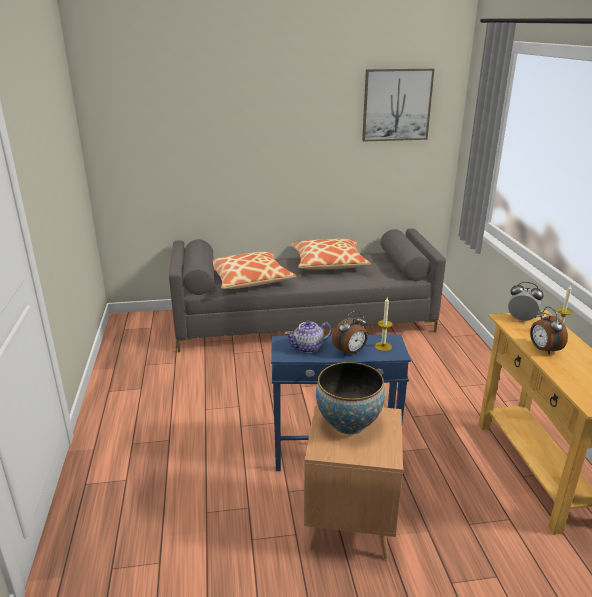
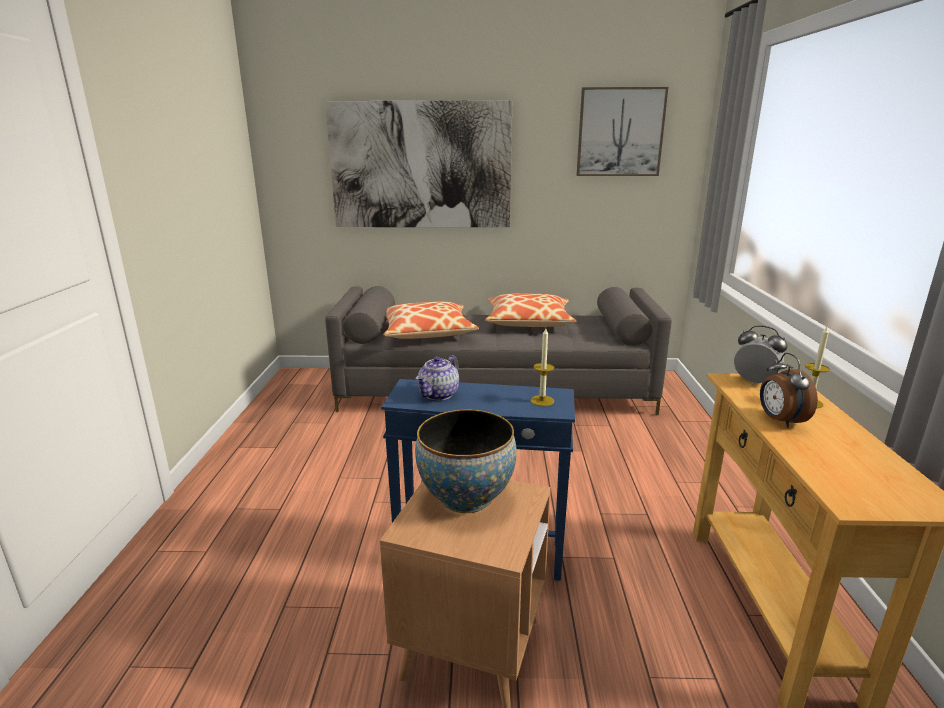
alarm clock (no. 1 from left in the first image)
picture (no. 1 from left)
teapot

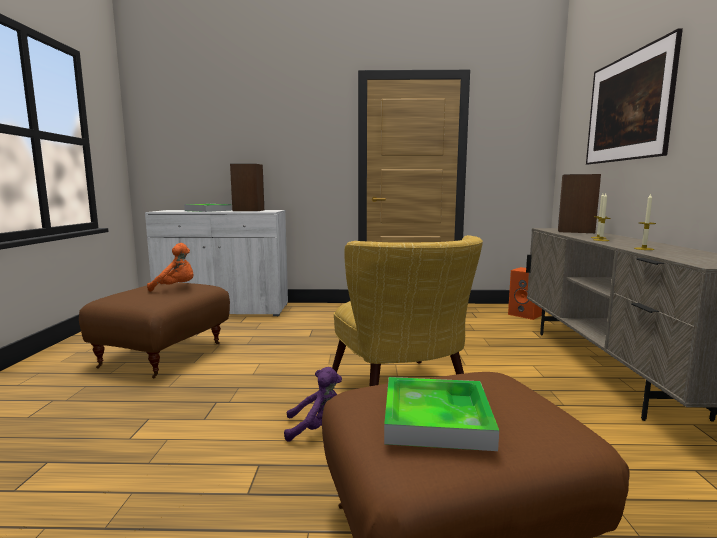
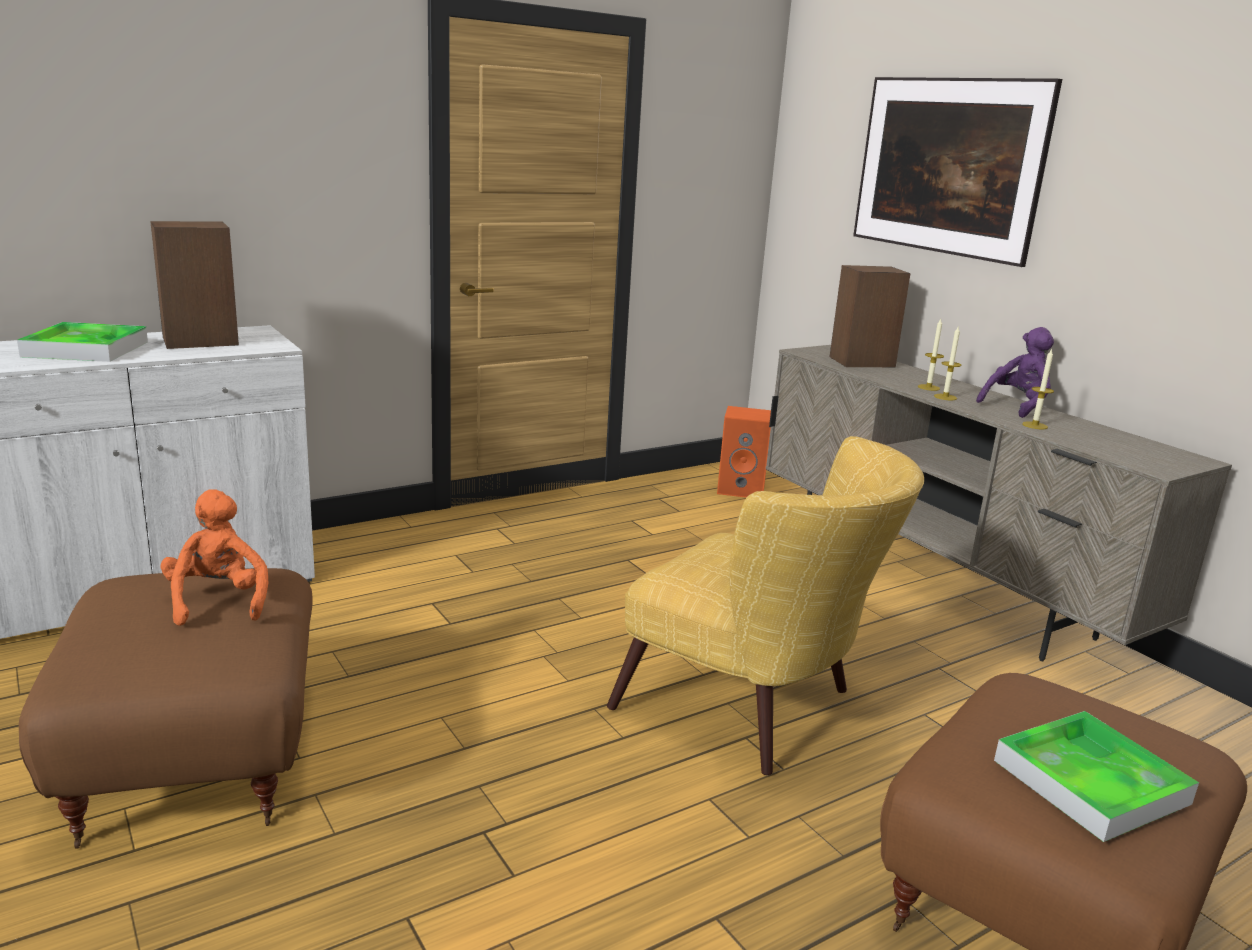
purple plush toy
orange plush toy

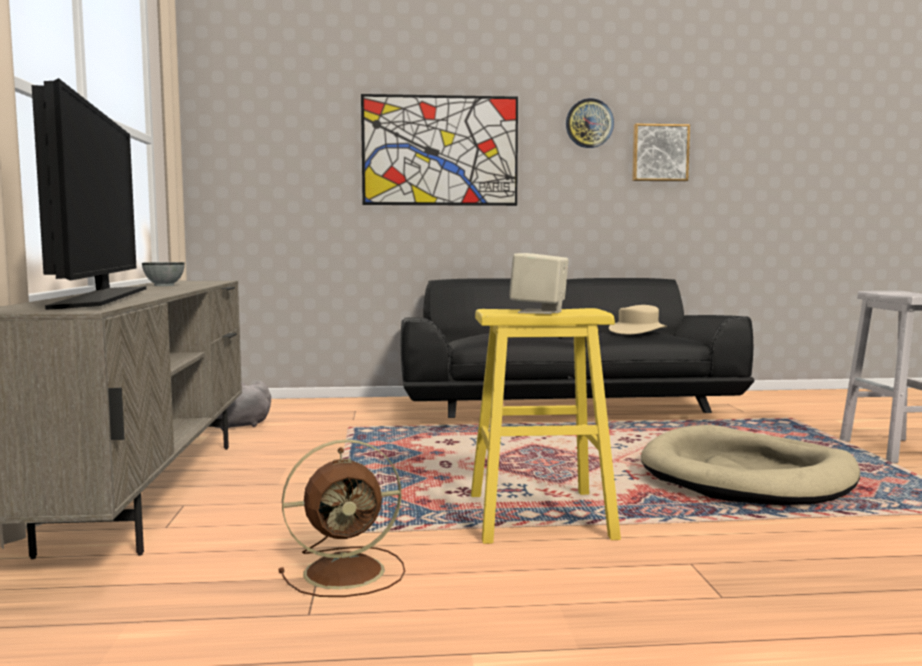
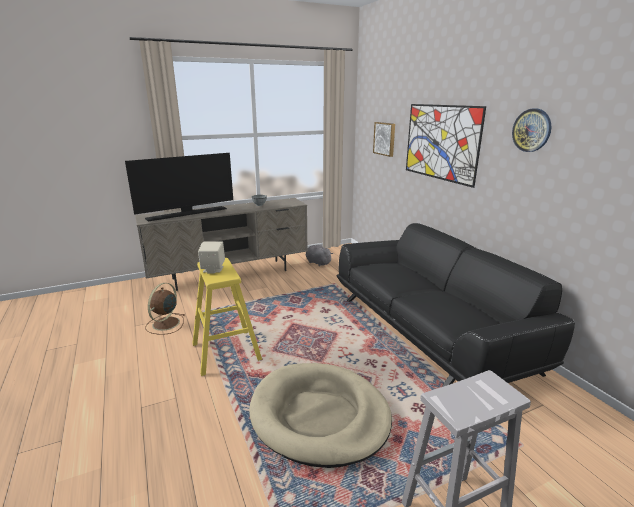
beige hat
picture (no. 1 from left)
brown fan

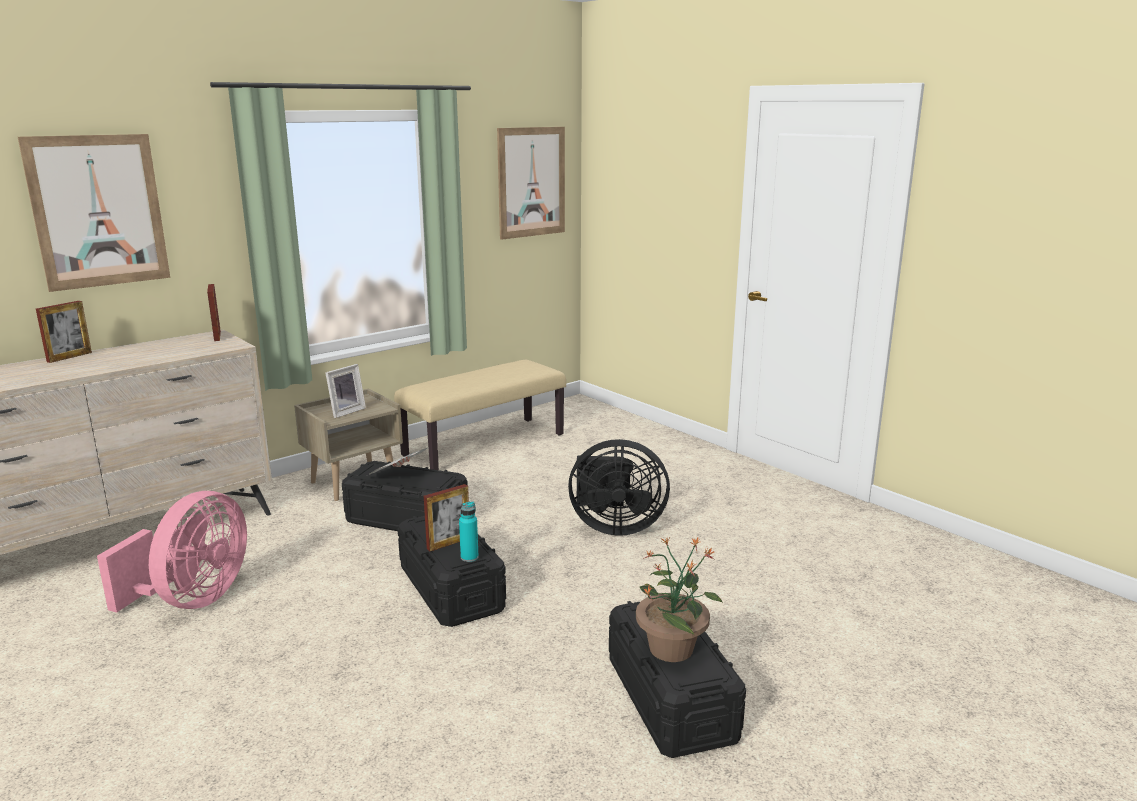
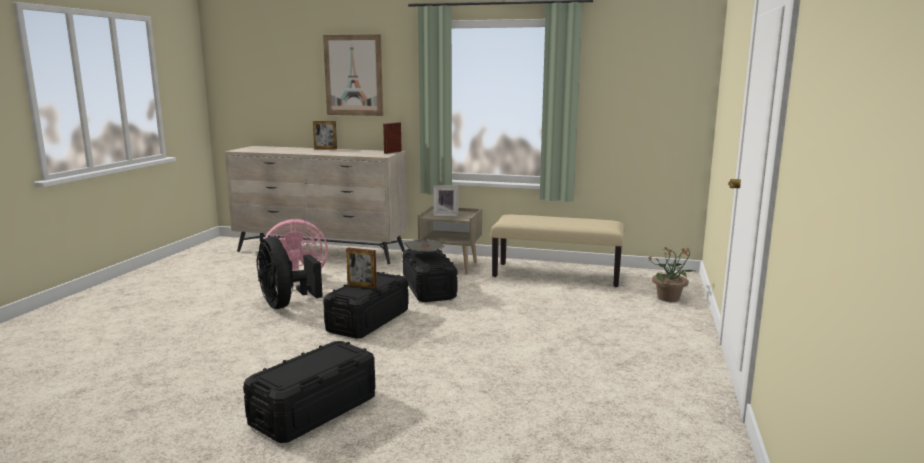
turquoise bottle
picture (no. 2 from left in the first image)
black fan
potted plant

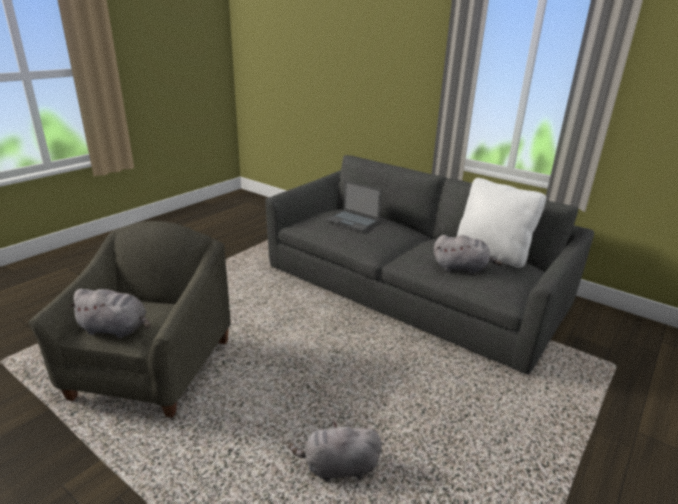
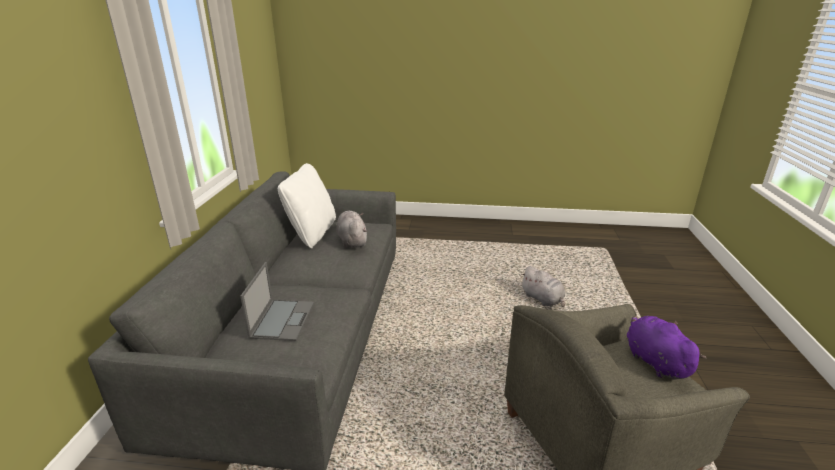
purple plush toy

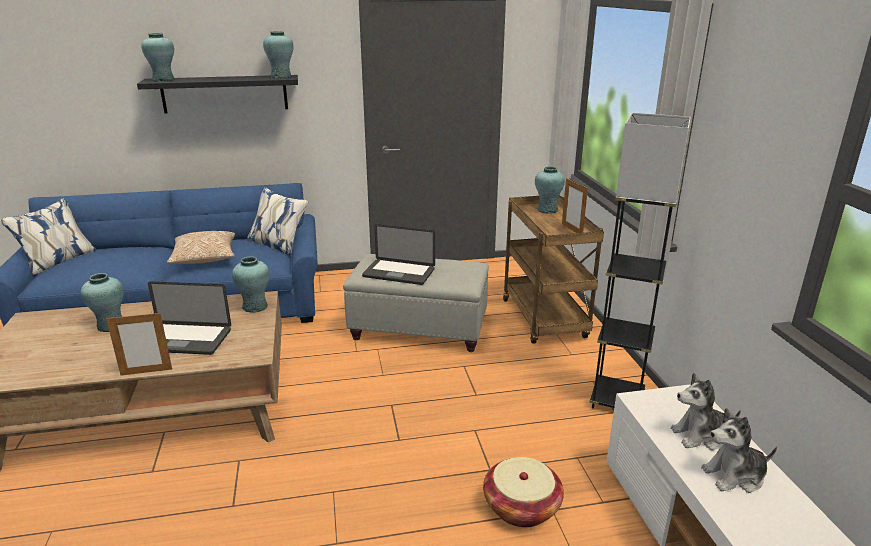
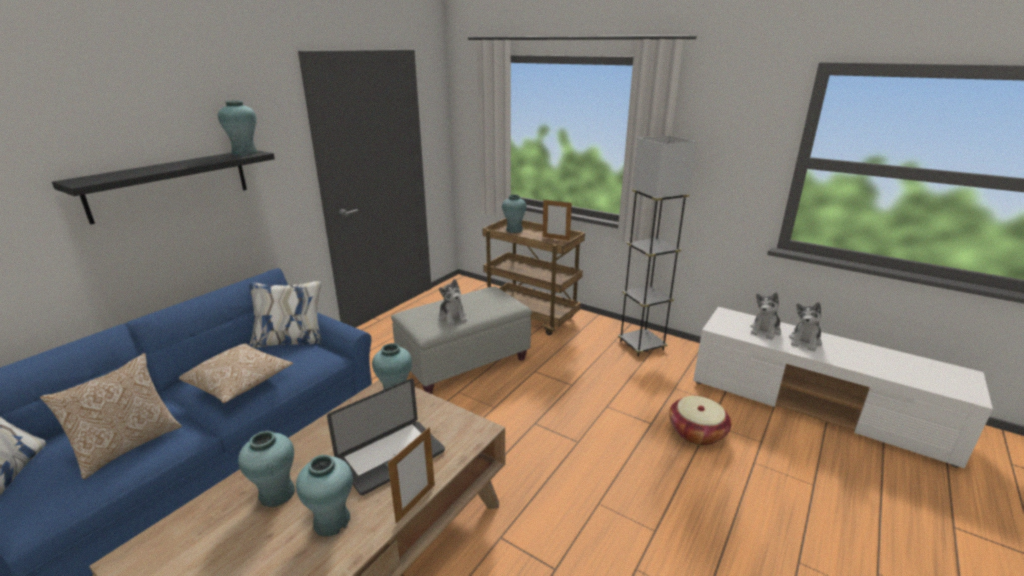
pillow (no. 1 from left)
turquoise vase (no. 3 from left)
plush toy (no. 1 from left)

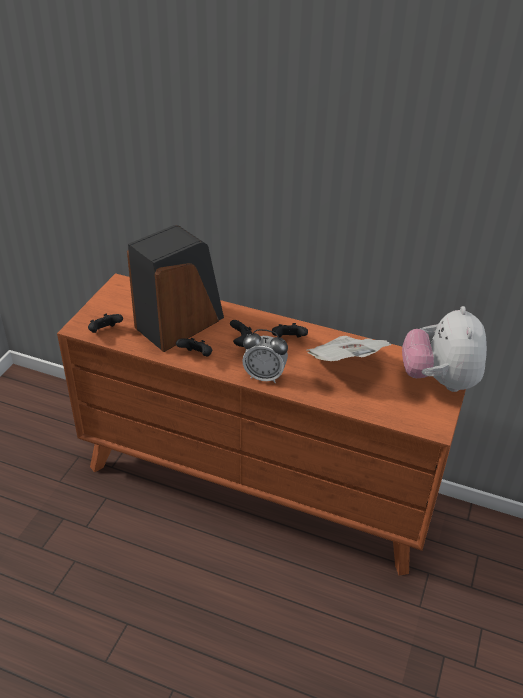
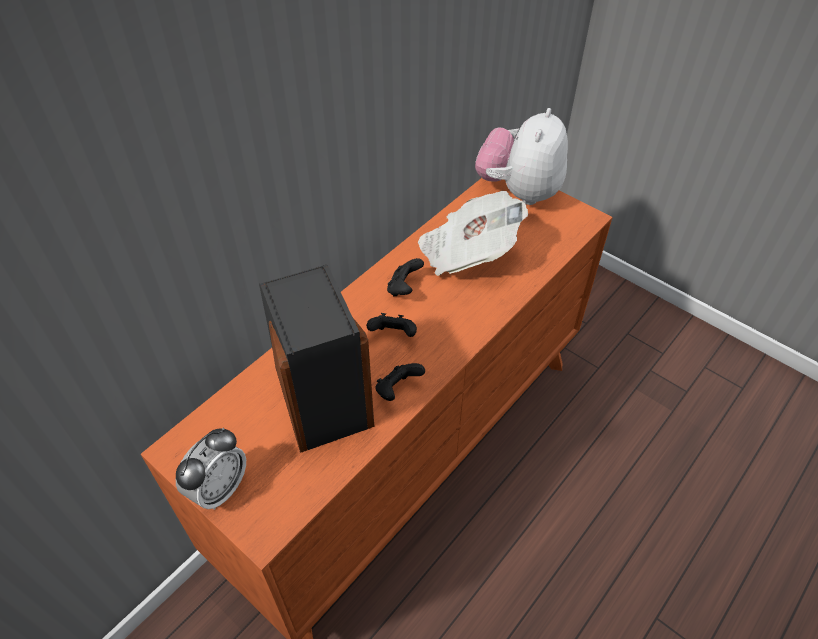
black game controller (no. 1 from left in the first image)
alarm clock
plush toy

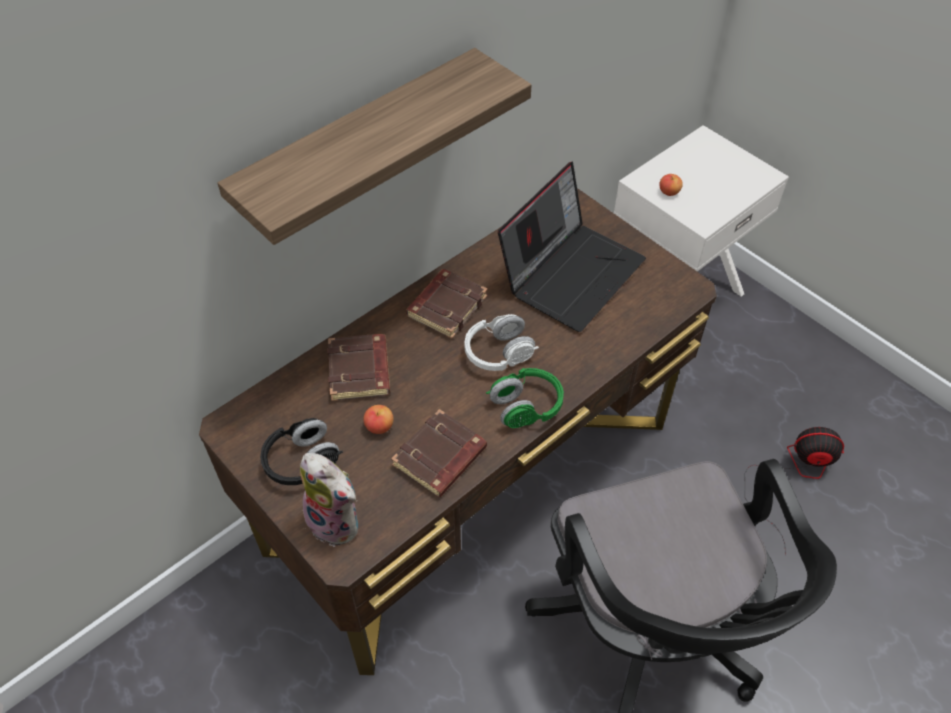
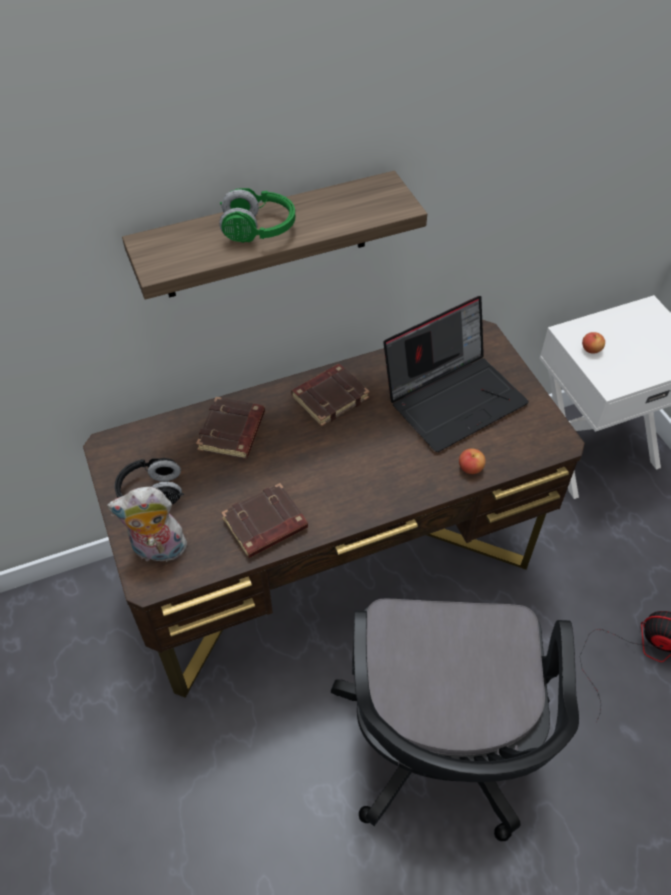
white headphones
apple (no. 1 from left)
green headphones
plush toy

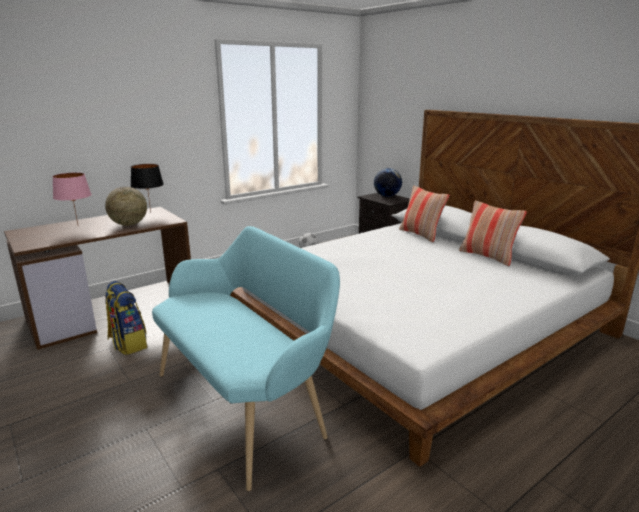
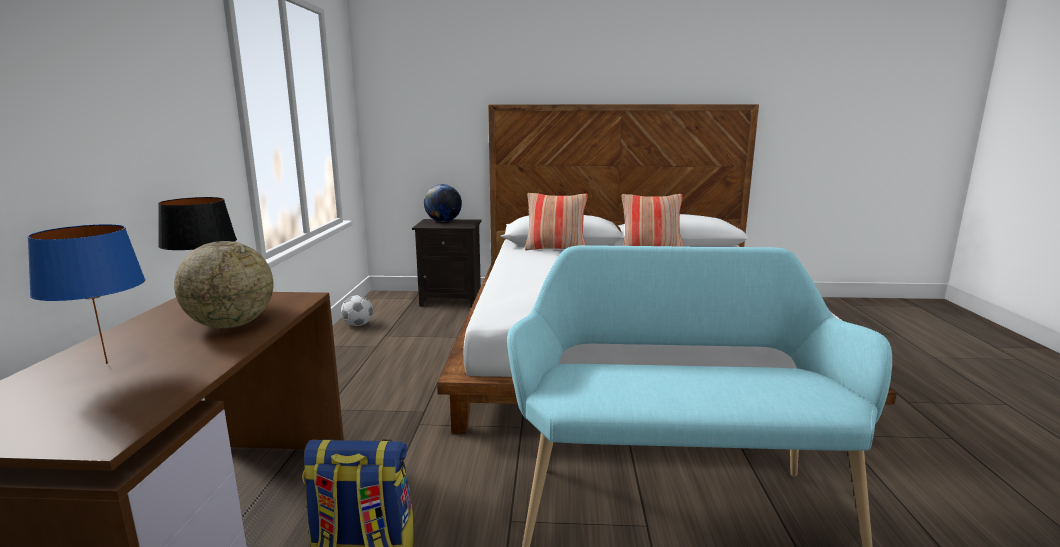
blue table lamp

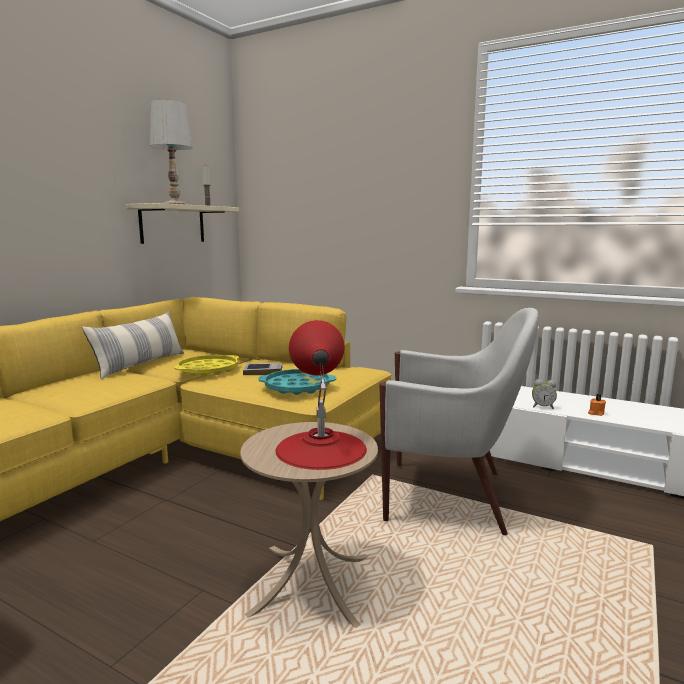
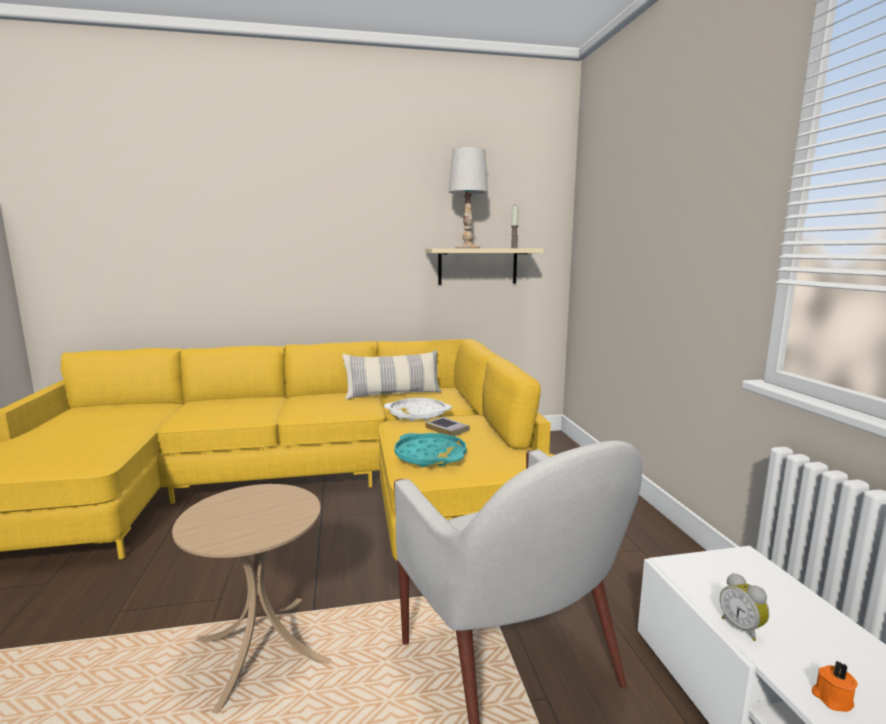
red table lamp
white tray

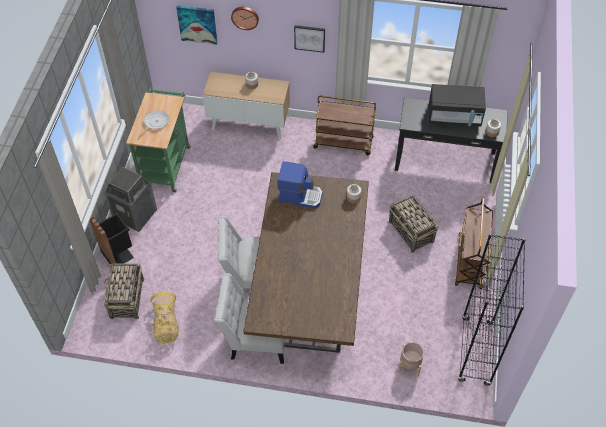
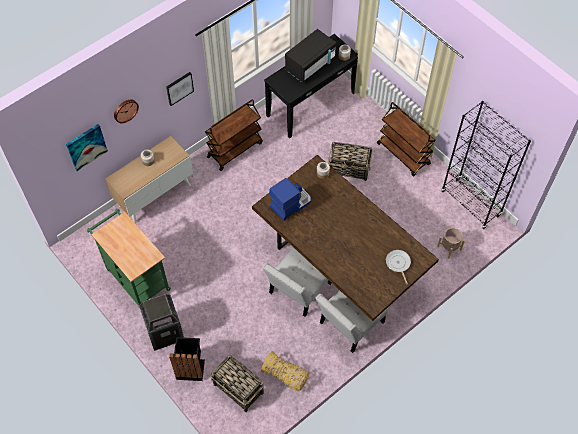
frying pan

